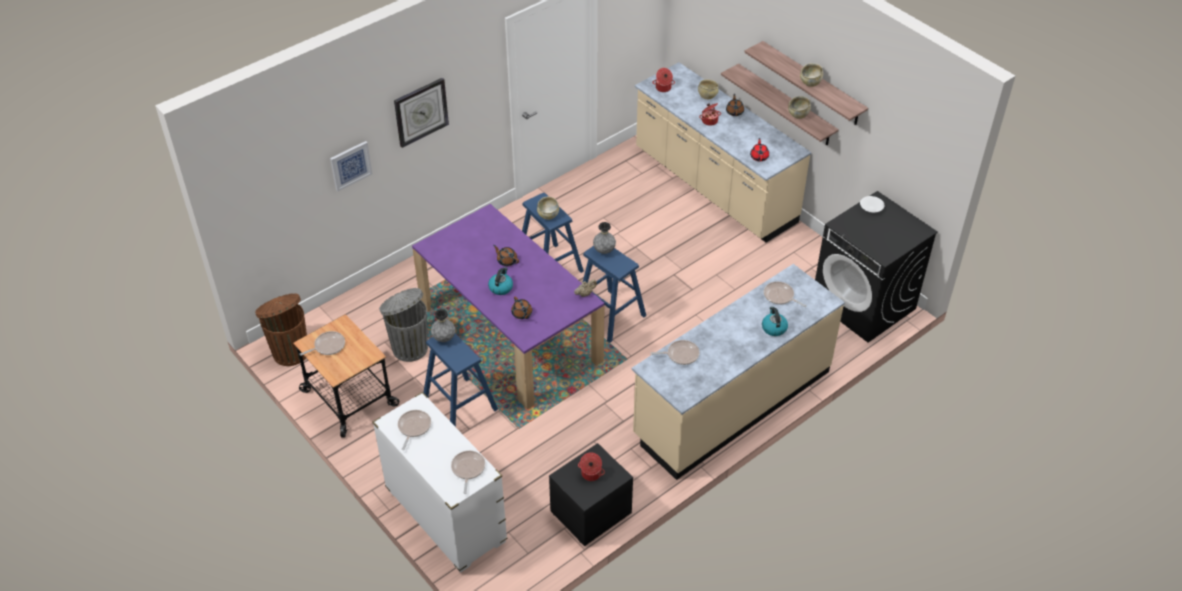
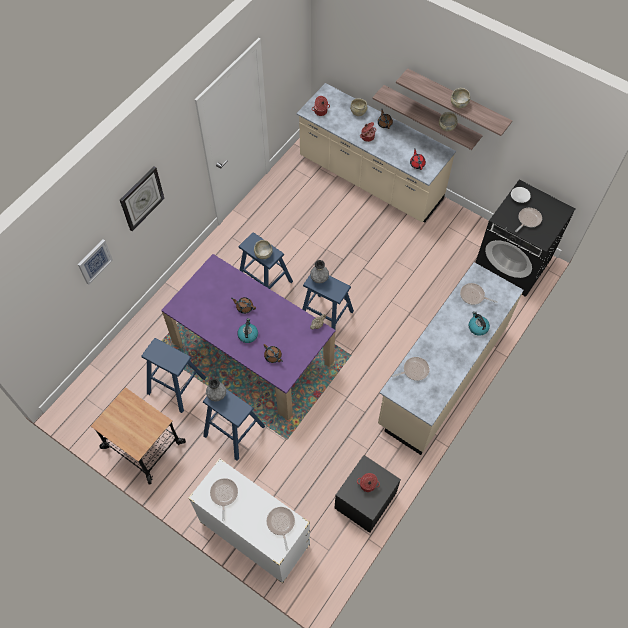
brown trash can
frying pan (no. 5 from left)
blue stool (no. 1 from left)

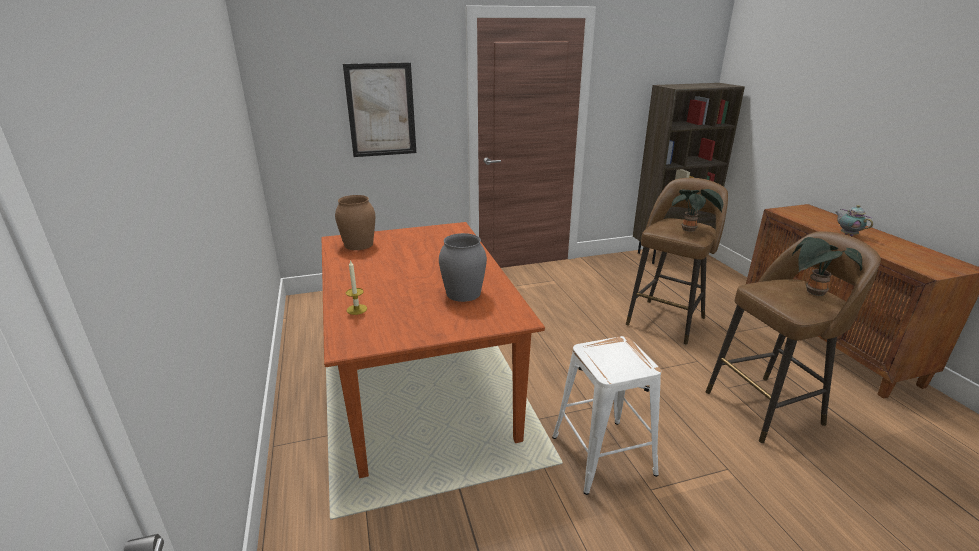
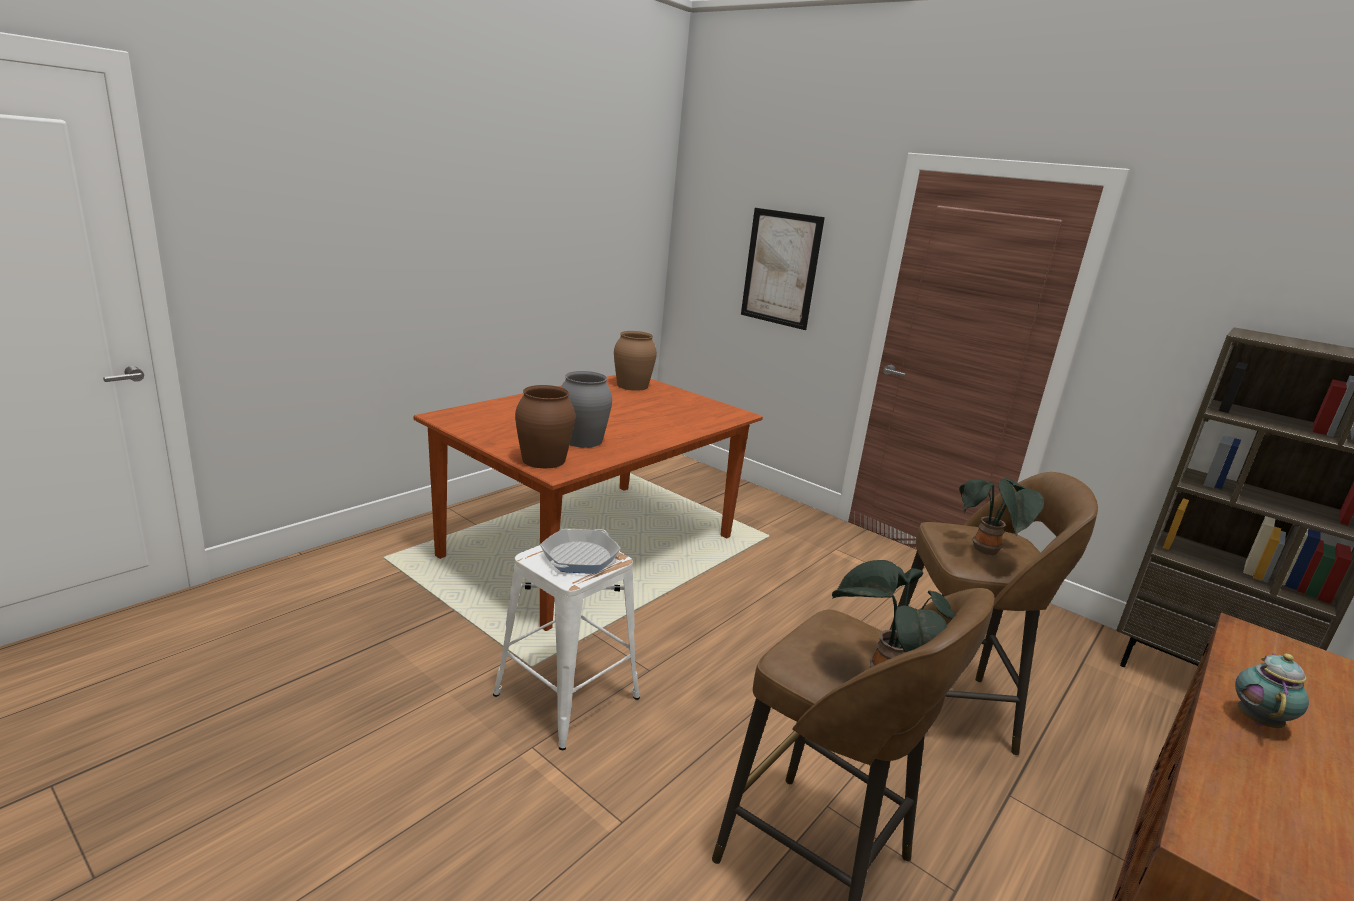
candle
brown vase (no. 1 from left)
frying pan

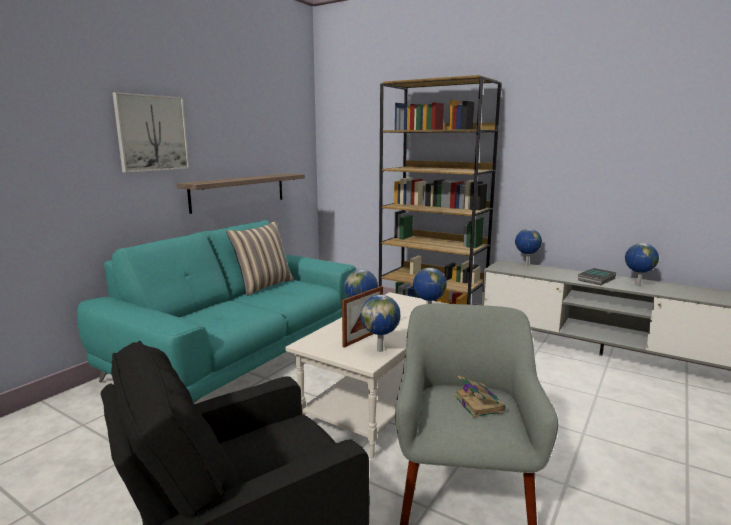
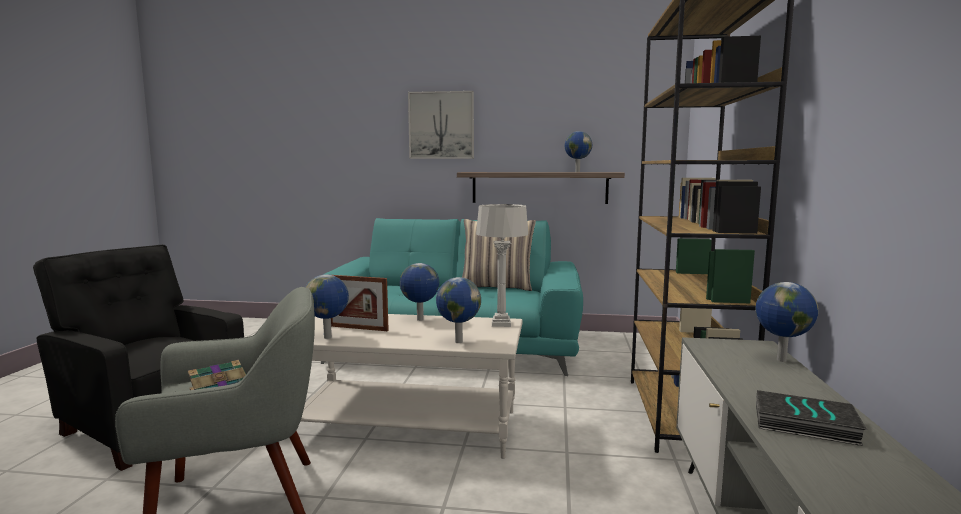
grey table lamp
globe (no. 4 from left)

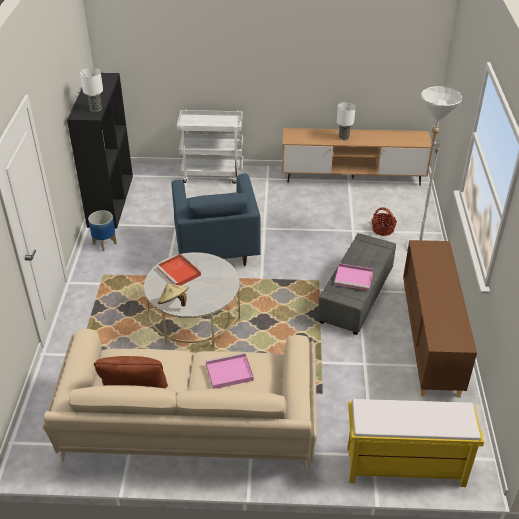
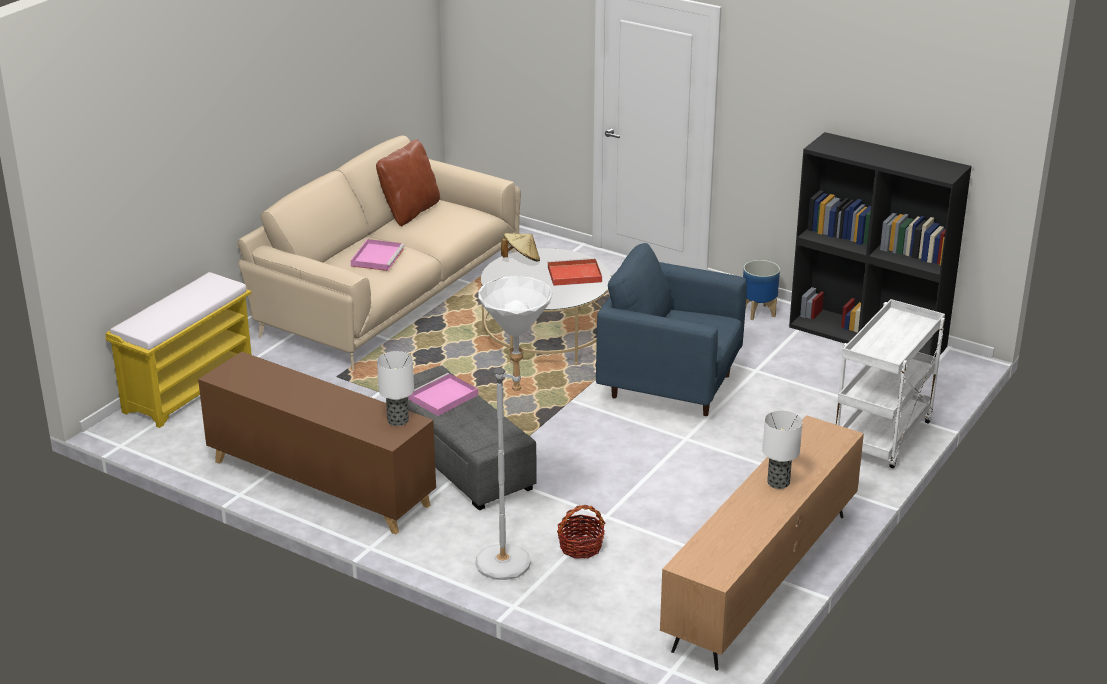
table lamp (no. 1 from left)

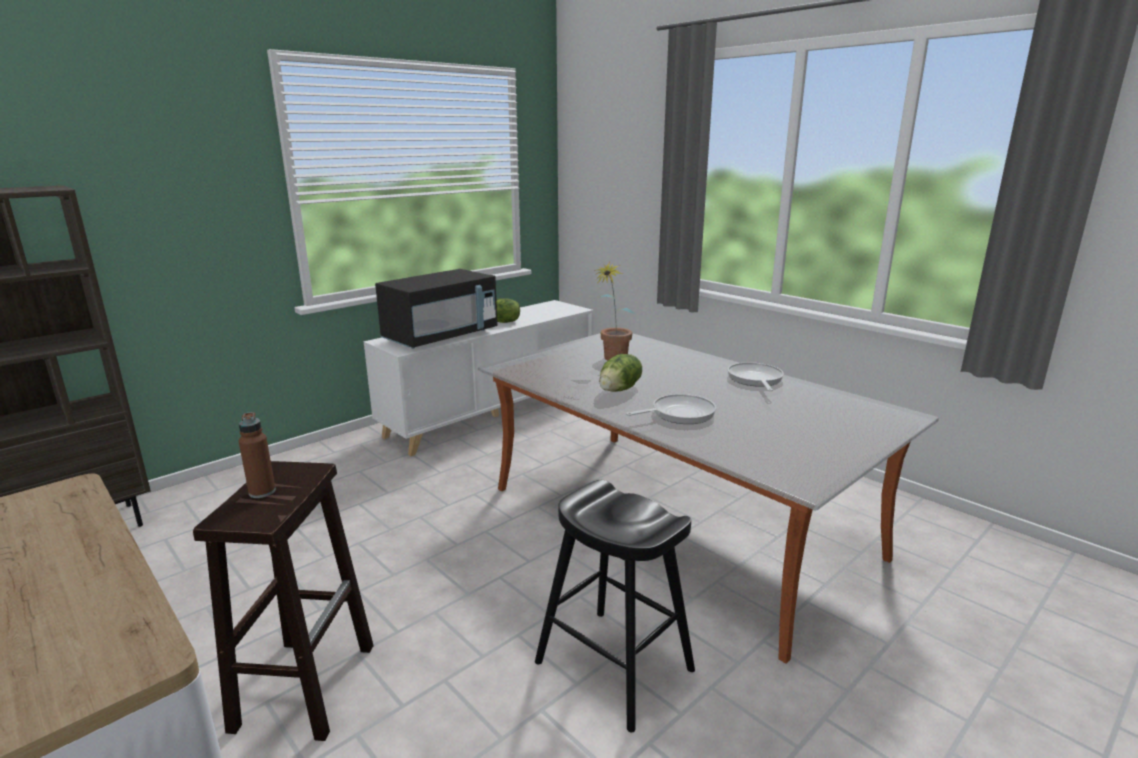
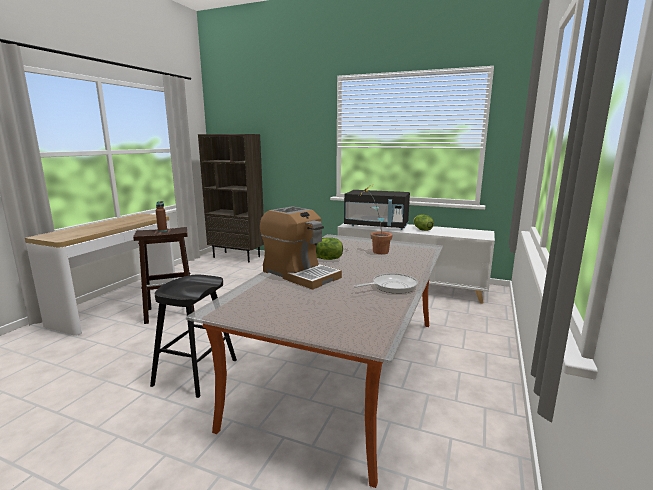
coffee machine

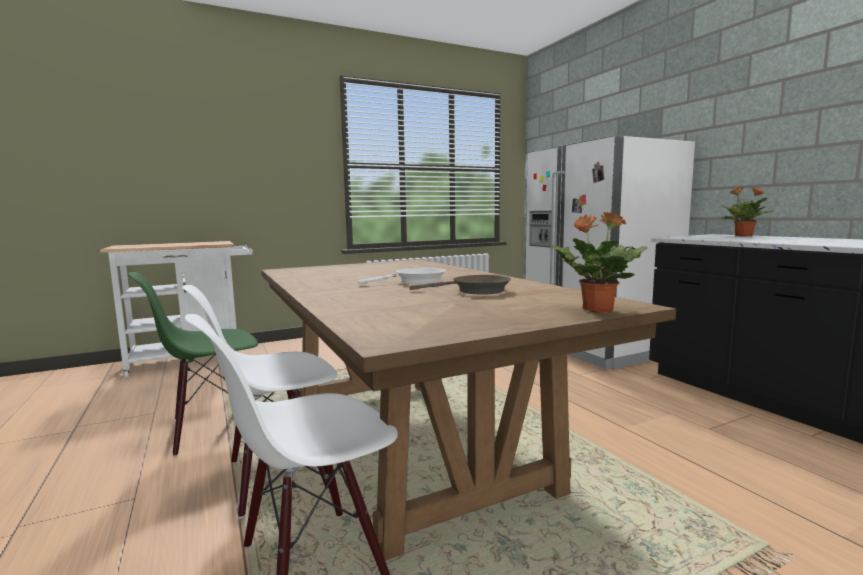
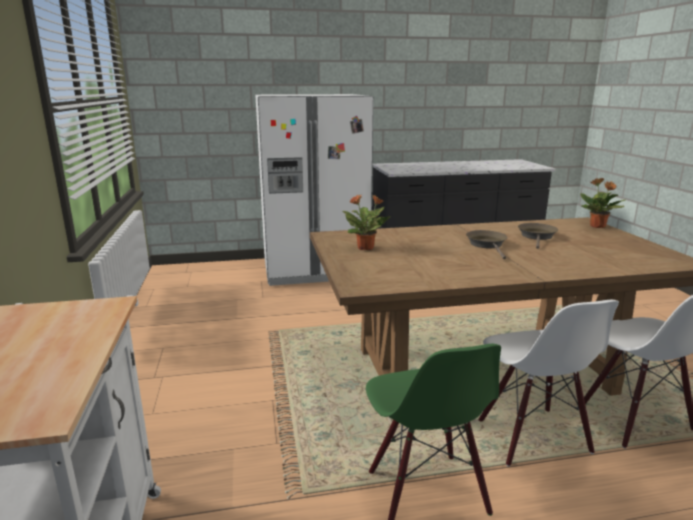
potted plant (no. 1 from left)
brown frying pan (no. 1 from left)

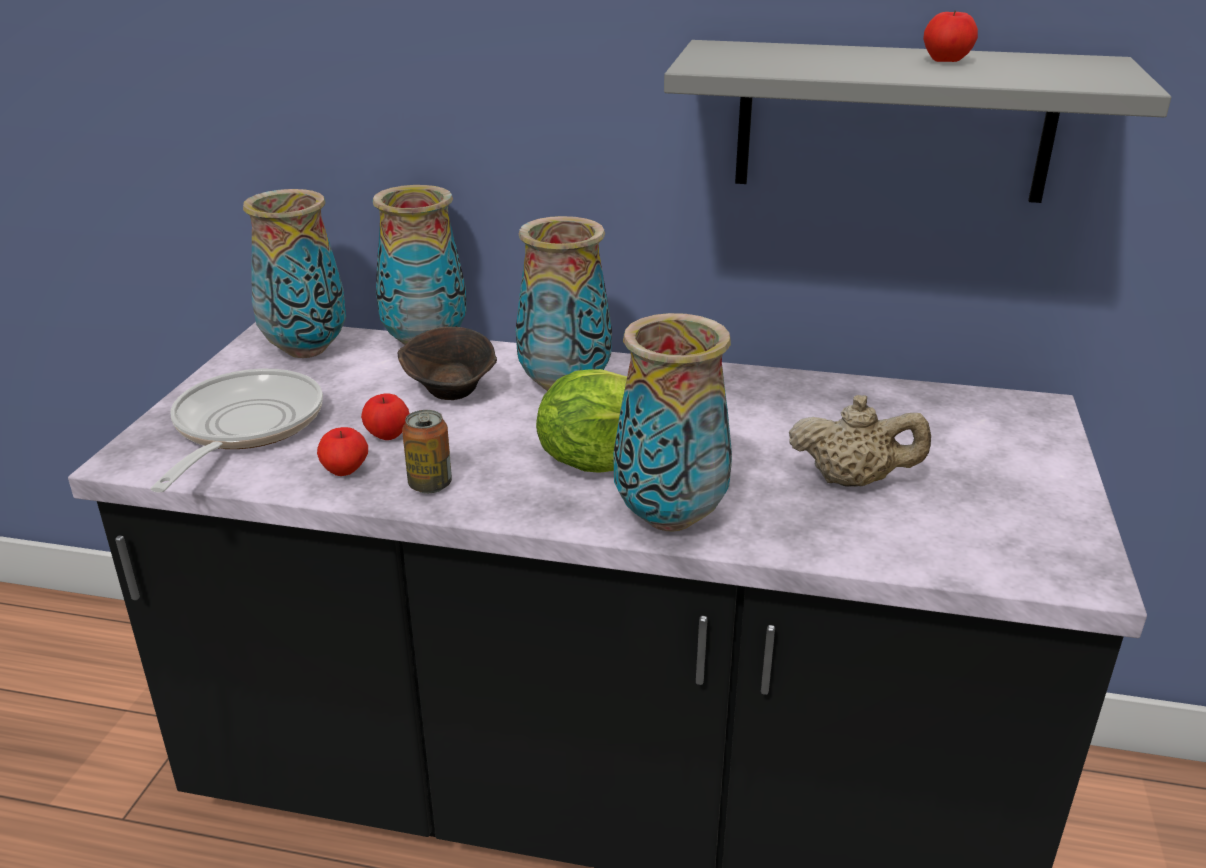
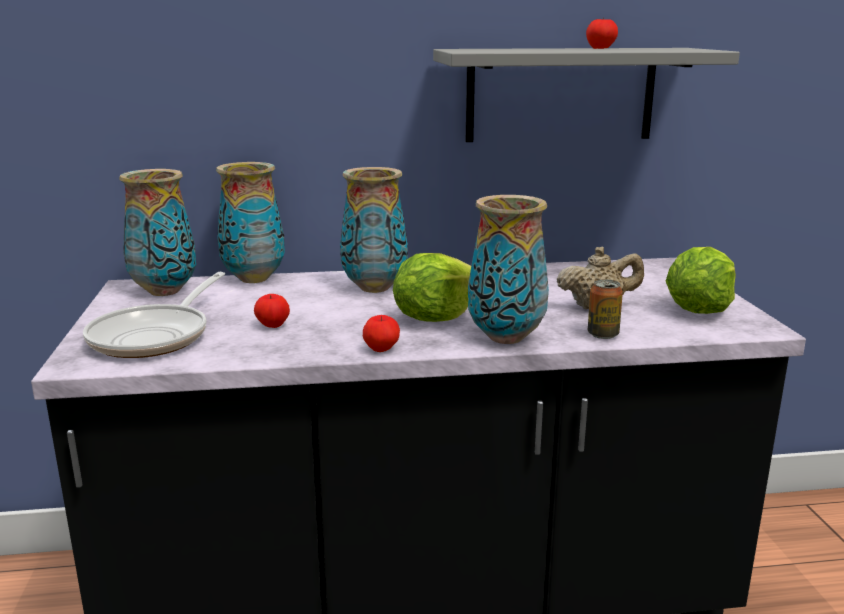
brown bowl
lettuce (no. 2 from left)
apple (no. 2 from left)
can
frying pan

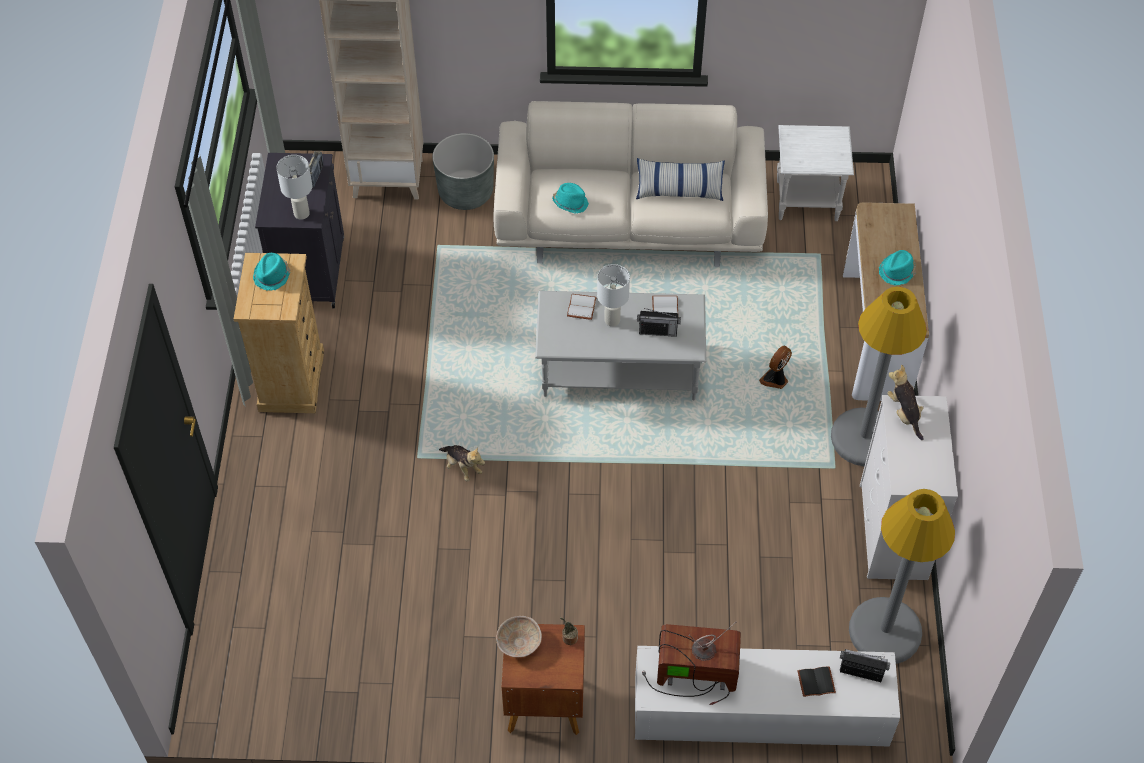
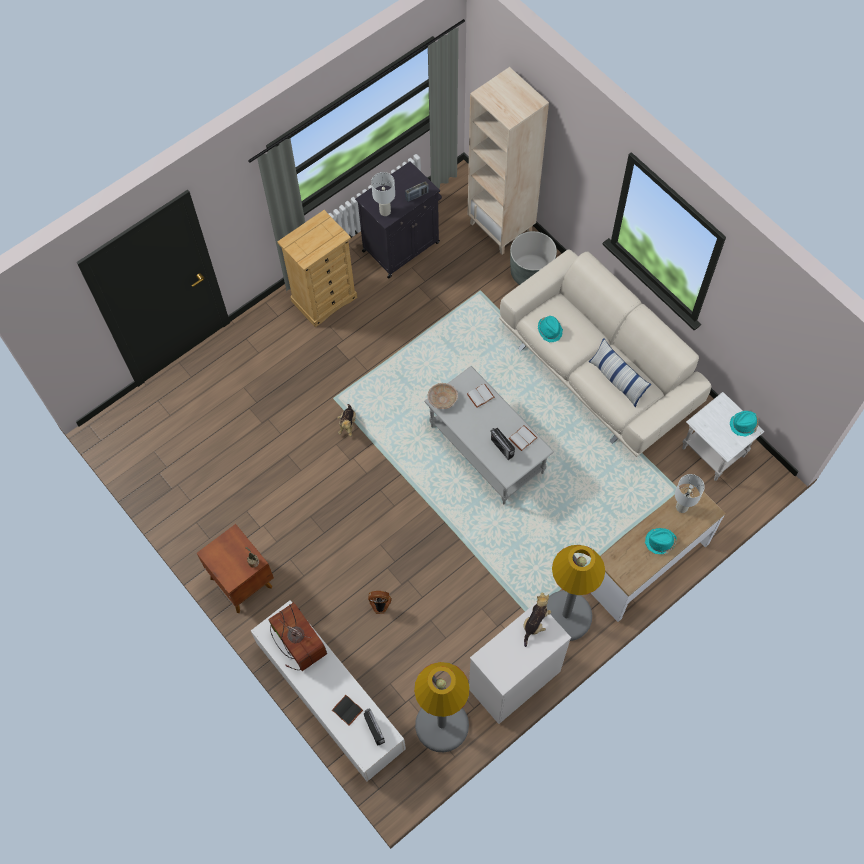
turquoise hat (no. 3 from left)
beige bowl
white table lamp (no. 2 from left)
fan

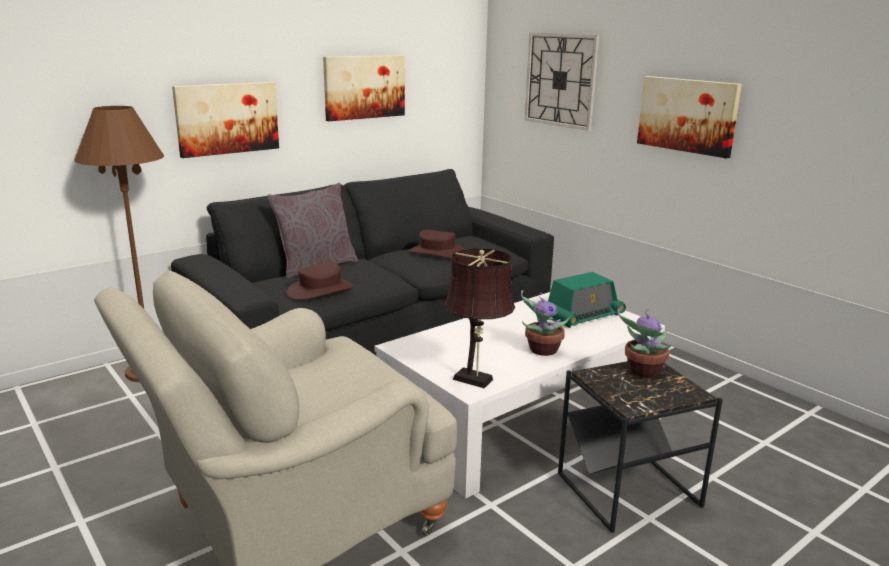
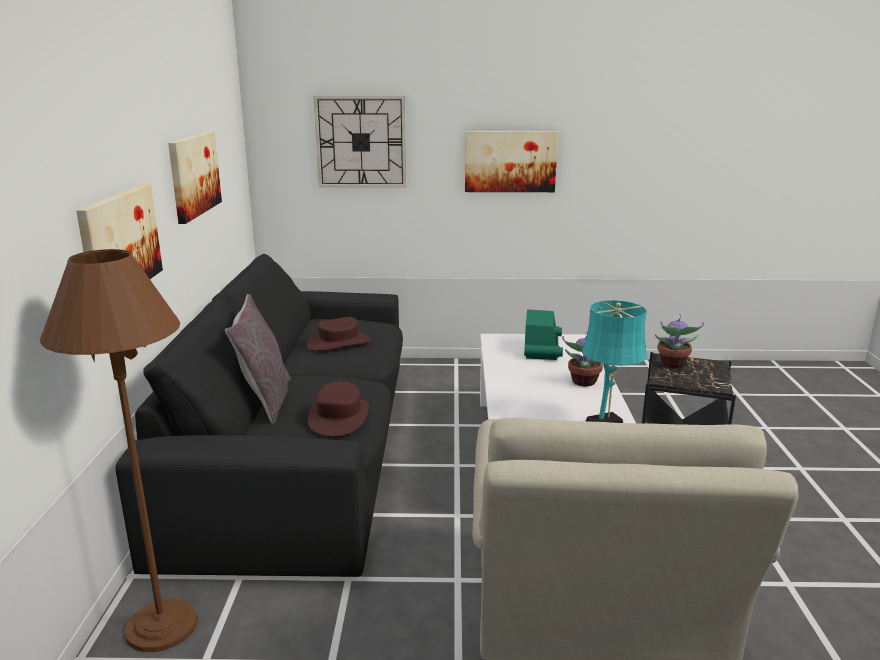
turquoise table lamp

